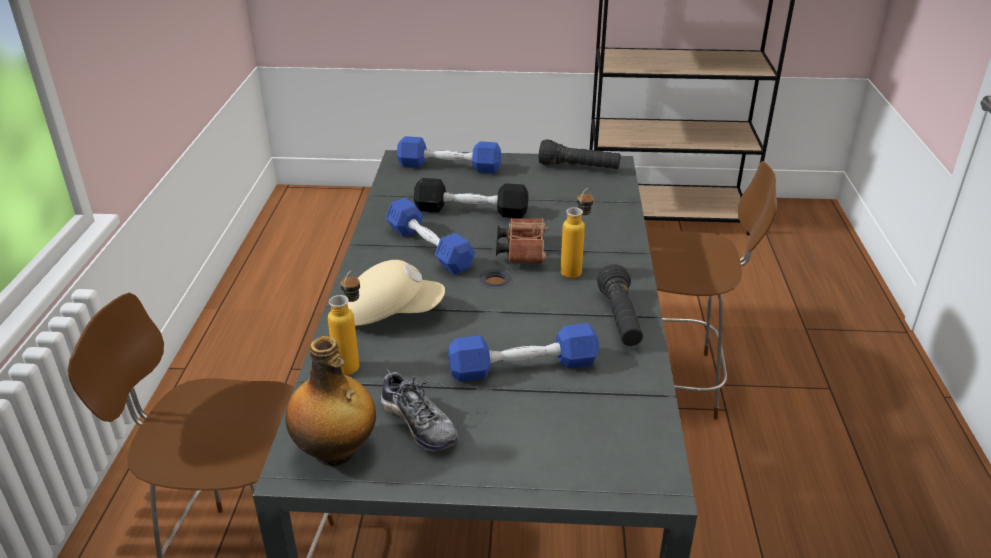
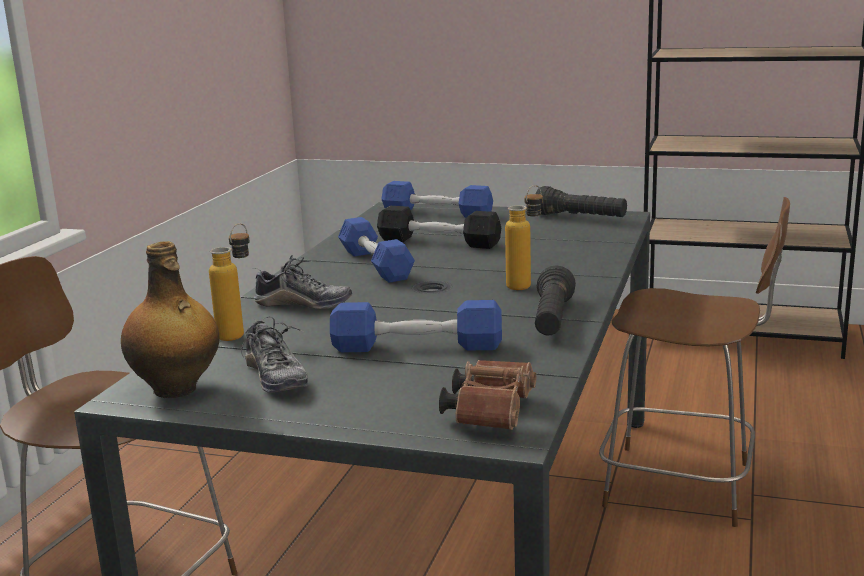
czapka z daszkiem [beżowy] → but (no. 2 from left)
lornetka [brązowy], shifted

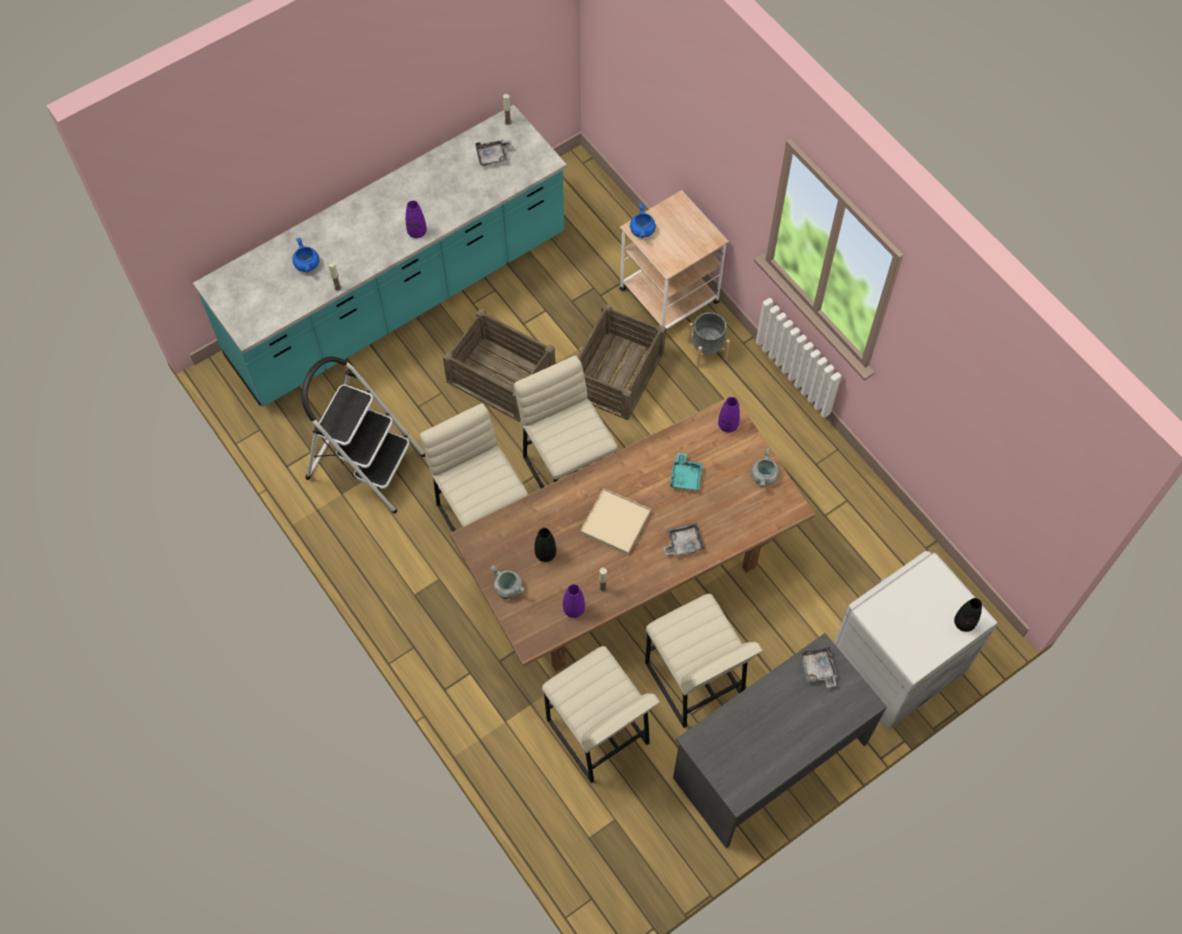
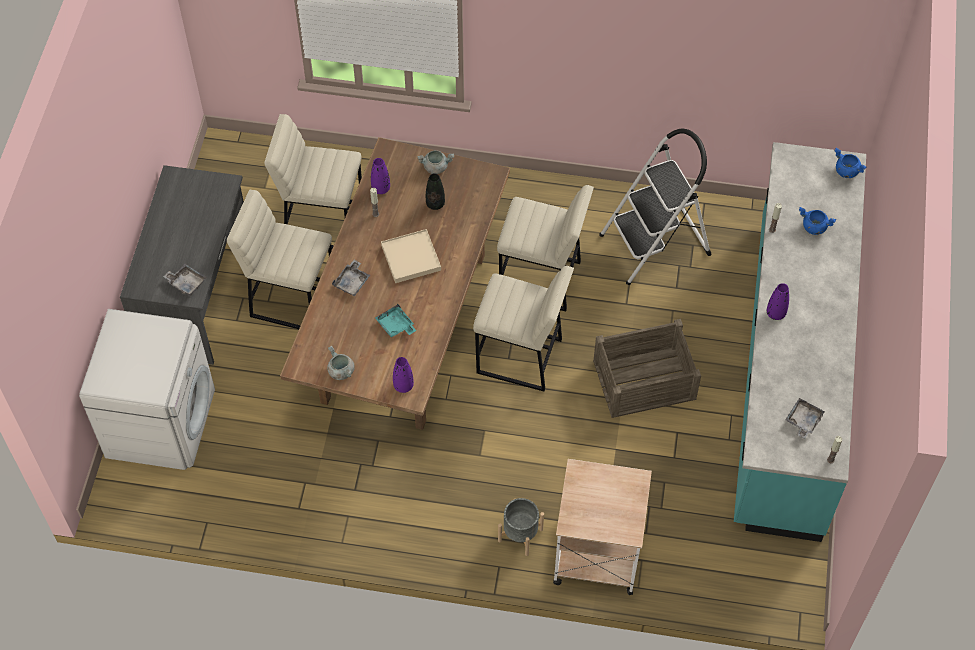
skrzynka (no. 2 from left) → -
garnek [niebieski] (no. 2 from left), shifted
wazon [czarny] (no. 2 from left) → -

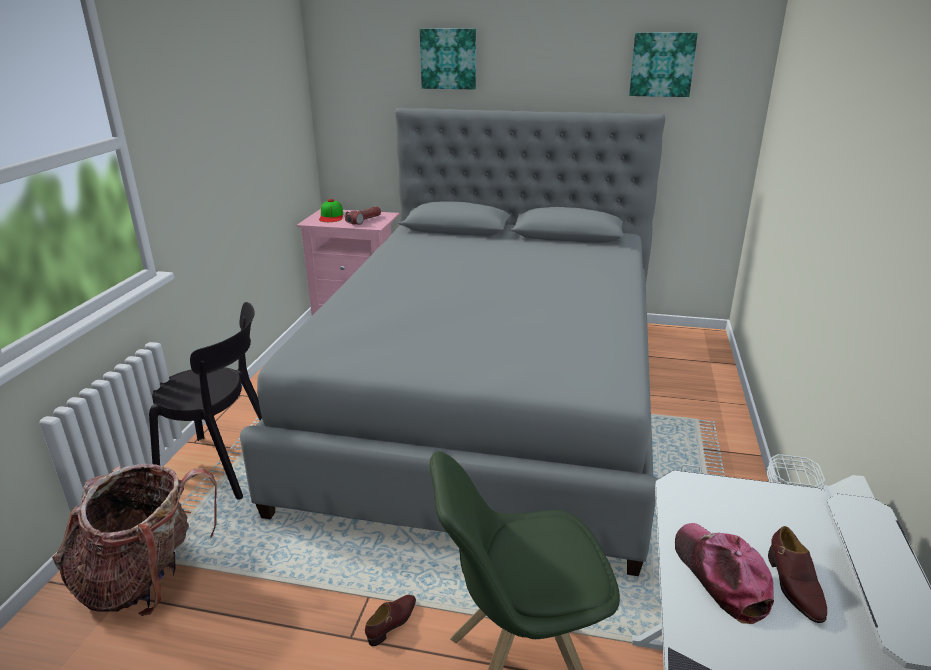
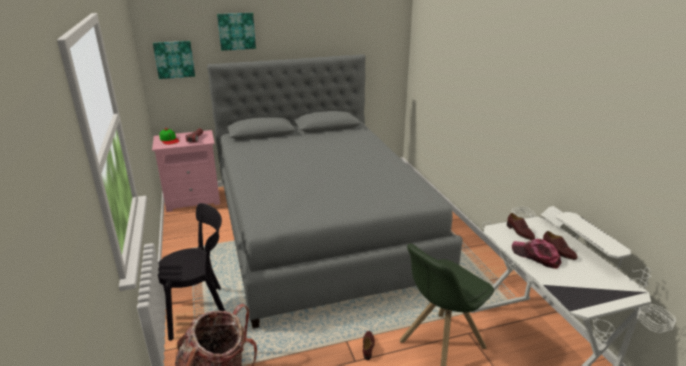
obraz (no. 2 from left in the first image) → obraz (no. 1 from left), shifted
- → but [brązowy] (no. 2 from left)

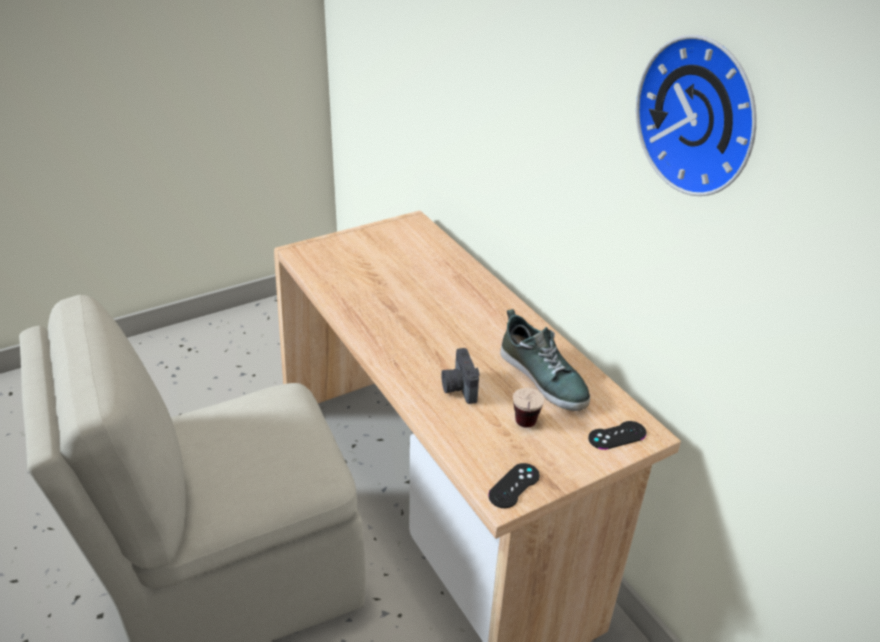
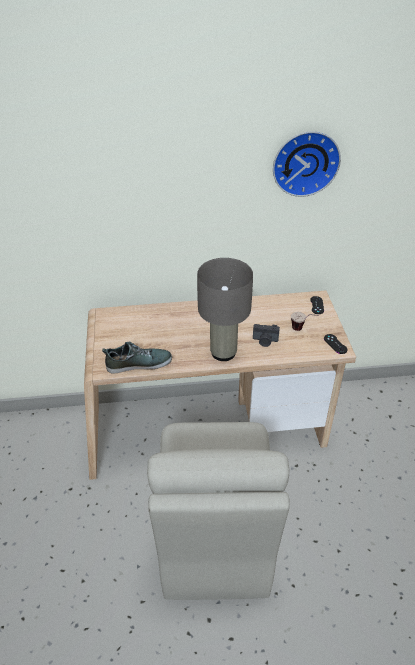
but, shifted
- → lampa stołowa [szary]

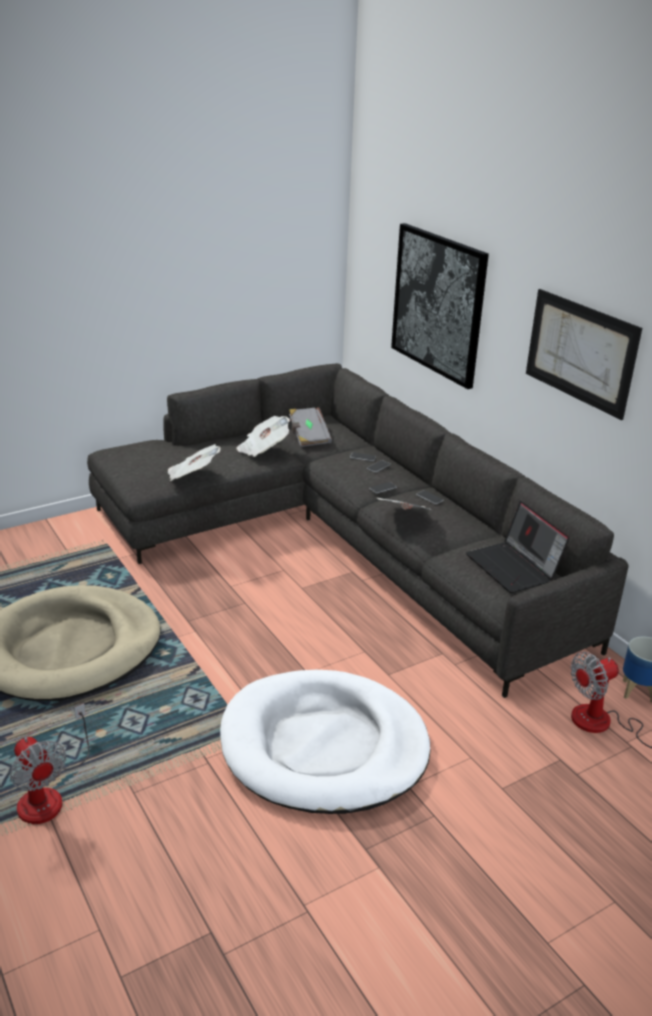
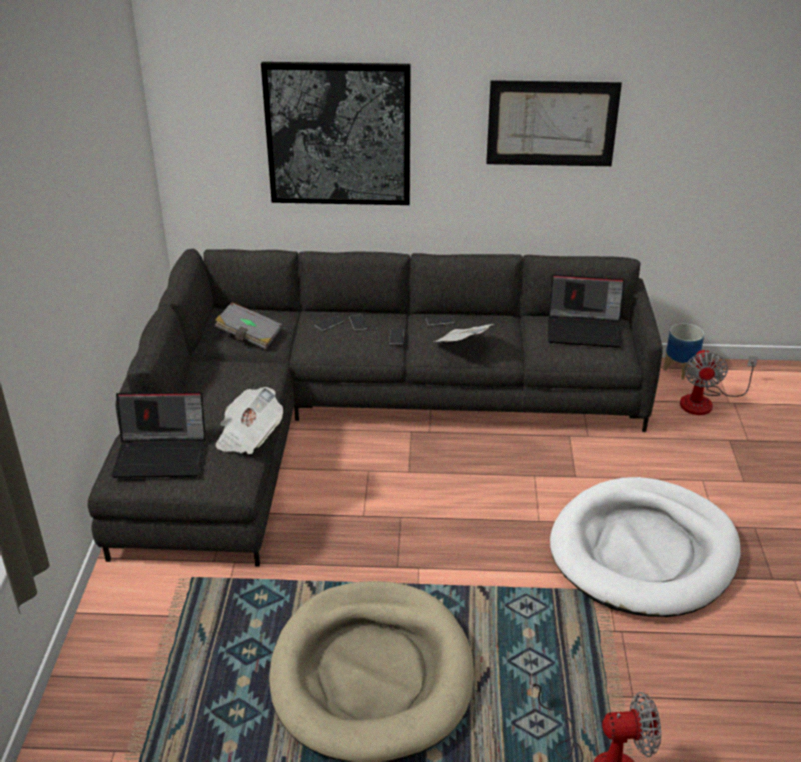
gazeta (no. 2 from left) → -
- → laptop (no. 1 from left)

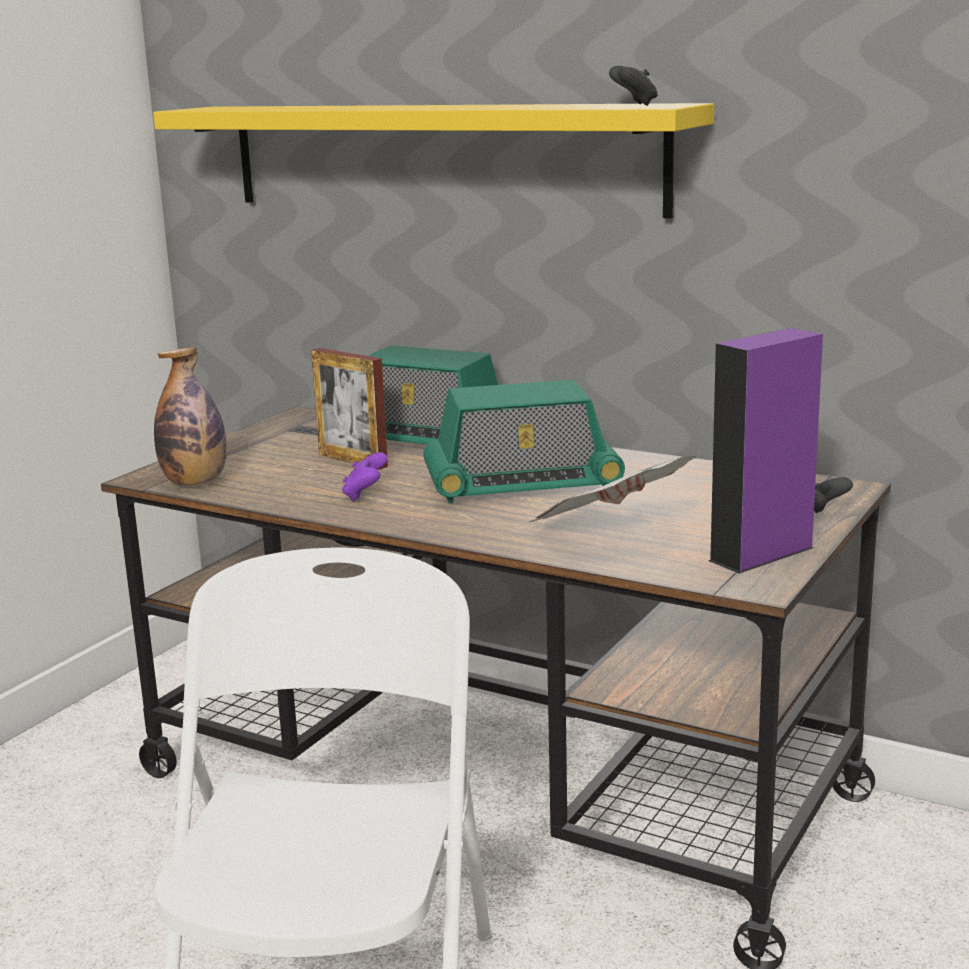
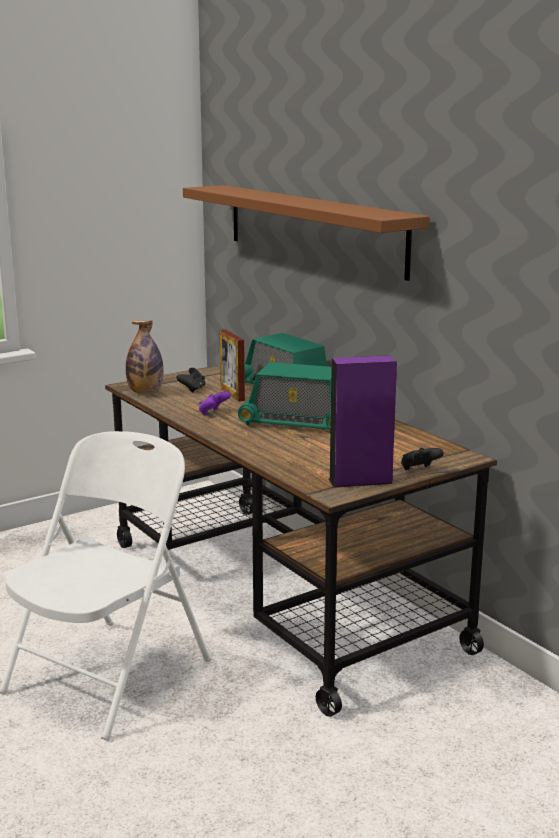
półka [żółty] → półka [brązowy]
gazeta → -
pad do gier [czarny] (no. 1 from left), shifted

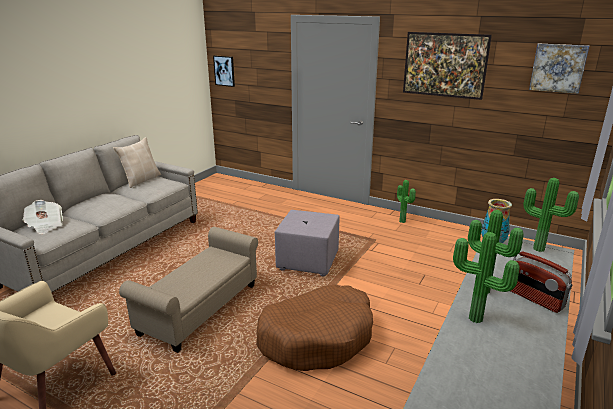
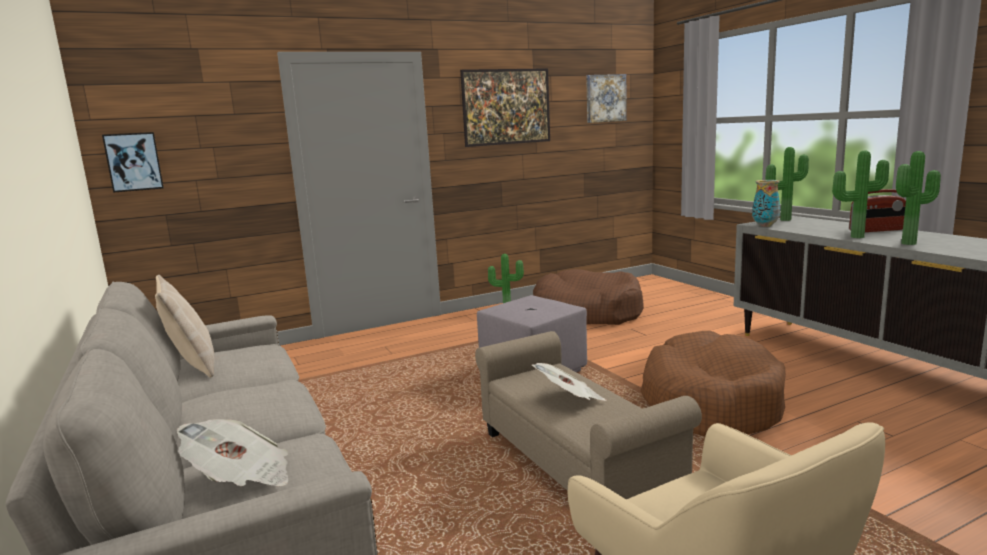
- → gazeta (no. 2 from left)
- → legowisko [brązowy] (no. 1 from left)

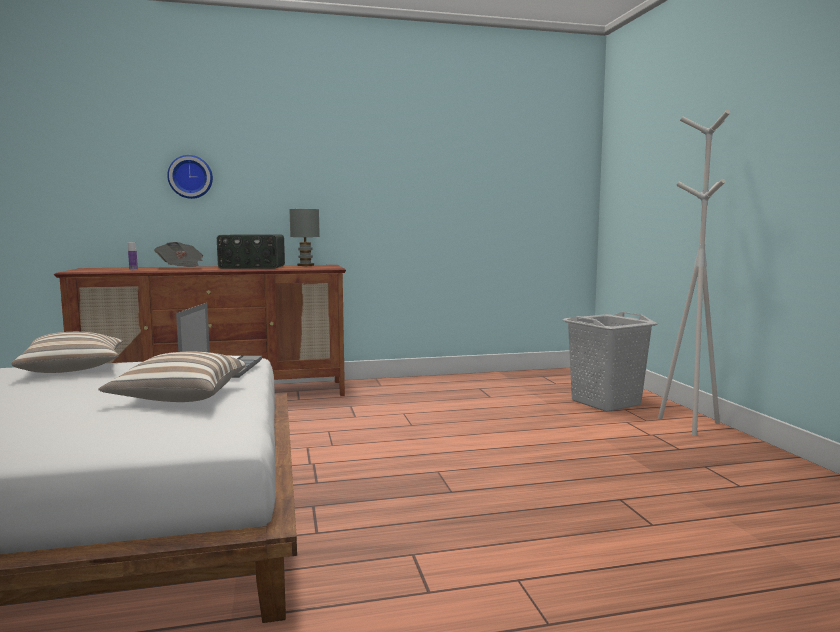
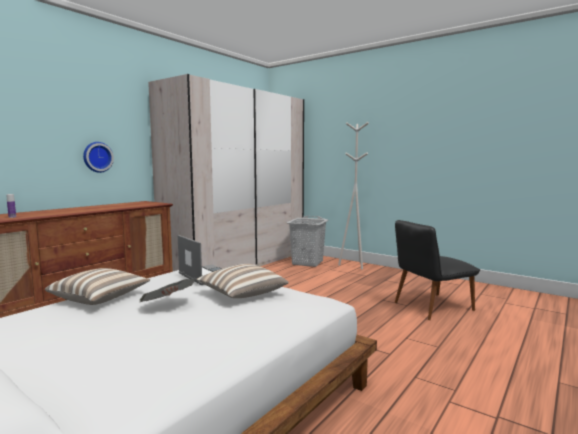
gazeta, shifted
zegar ścienny, shifted
radio → -
lampa stołowa [szary] → -
- → szafa [beżowy]
- → krzesło [czarny]

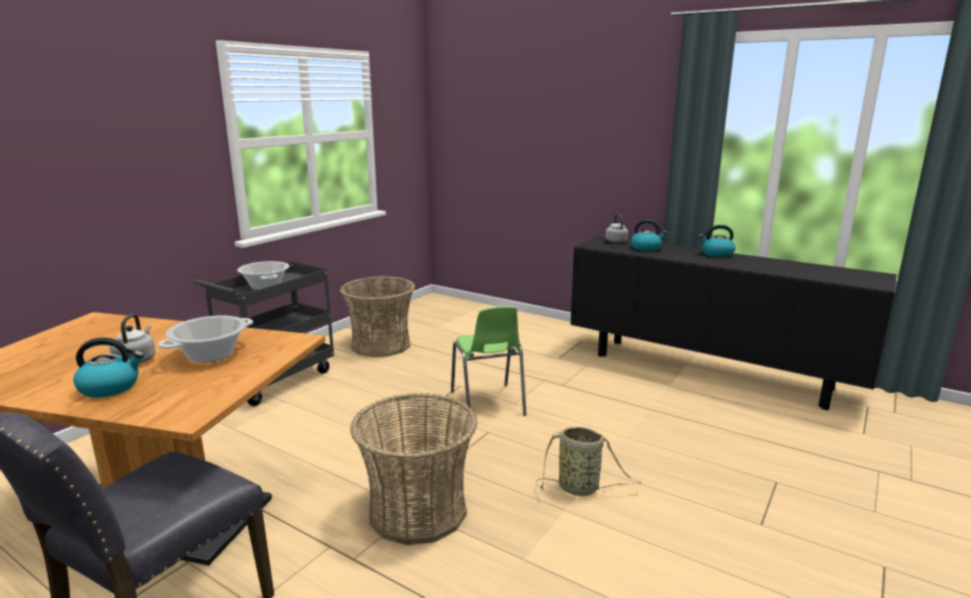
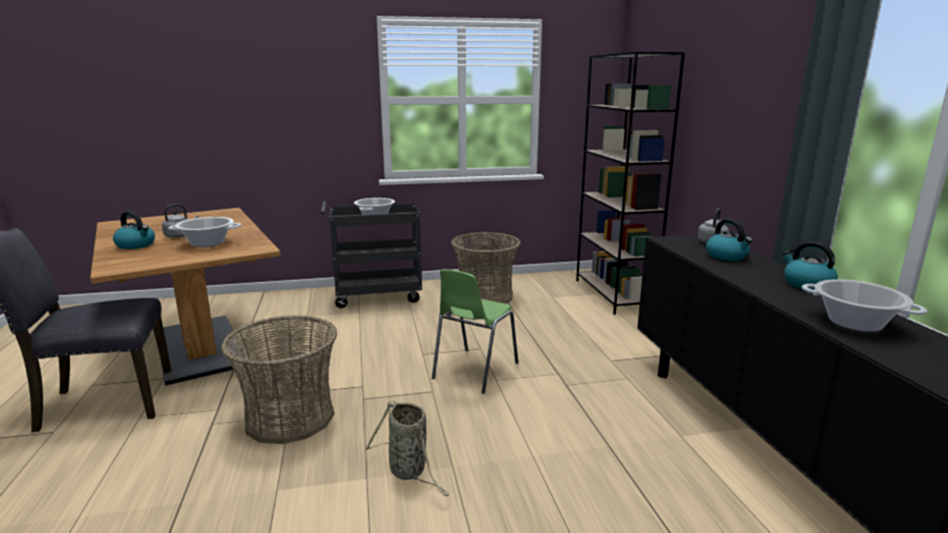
- → regał [beżowy]
- → garnek (no. 3 from left)

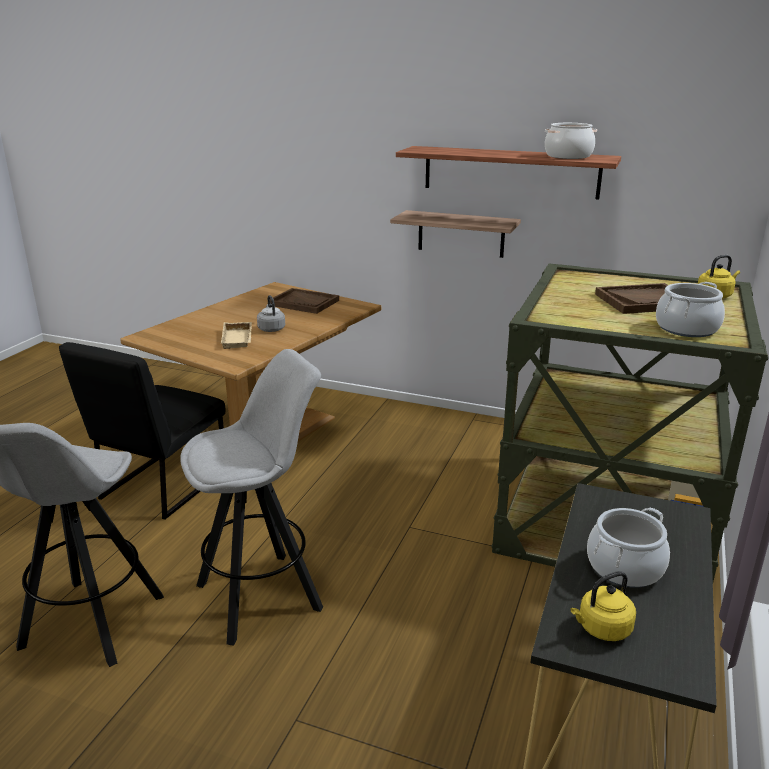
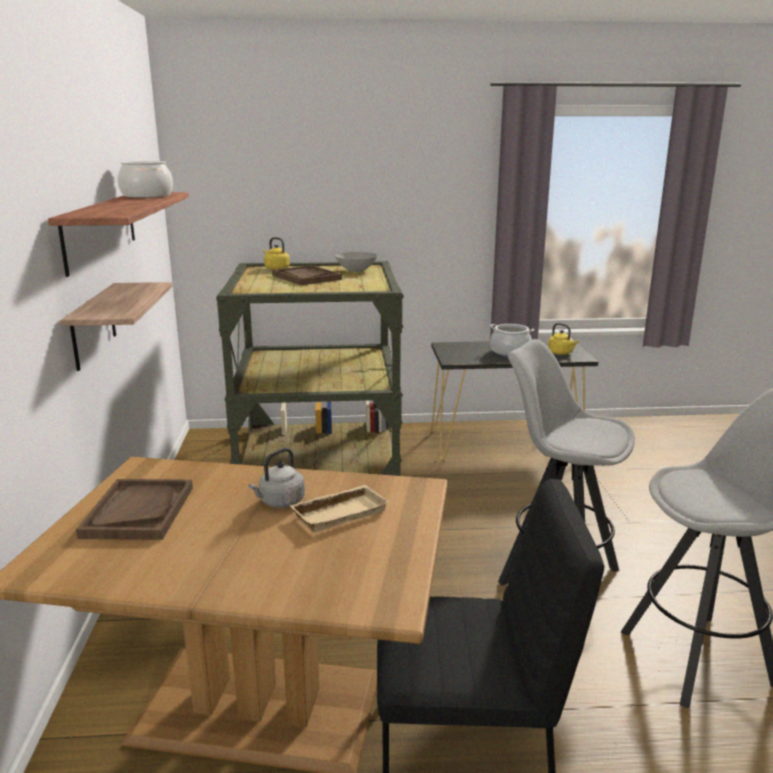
garnek (no. 3 from left) → miska [szary]

